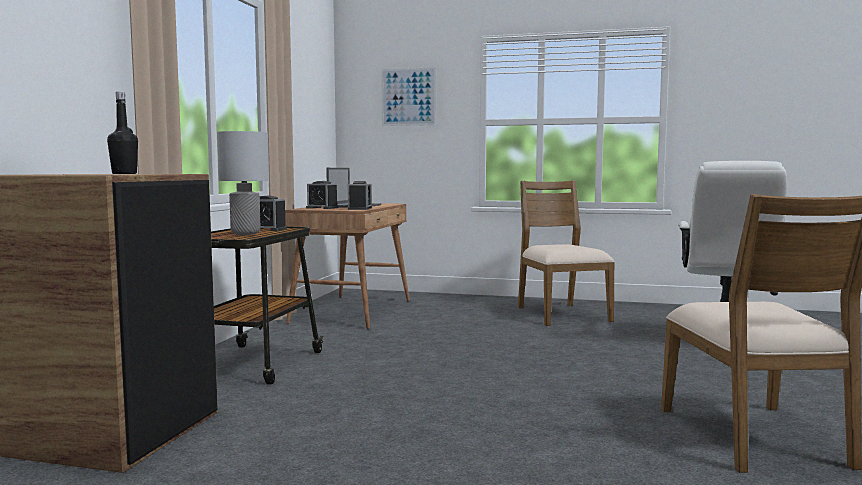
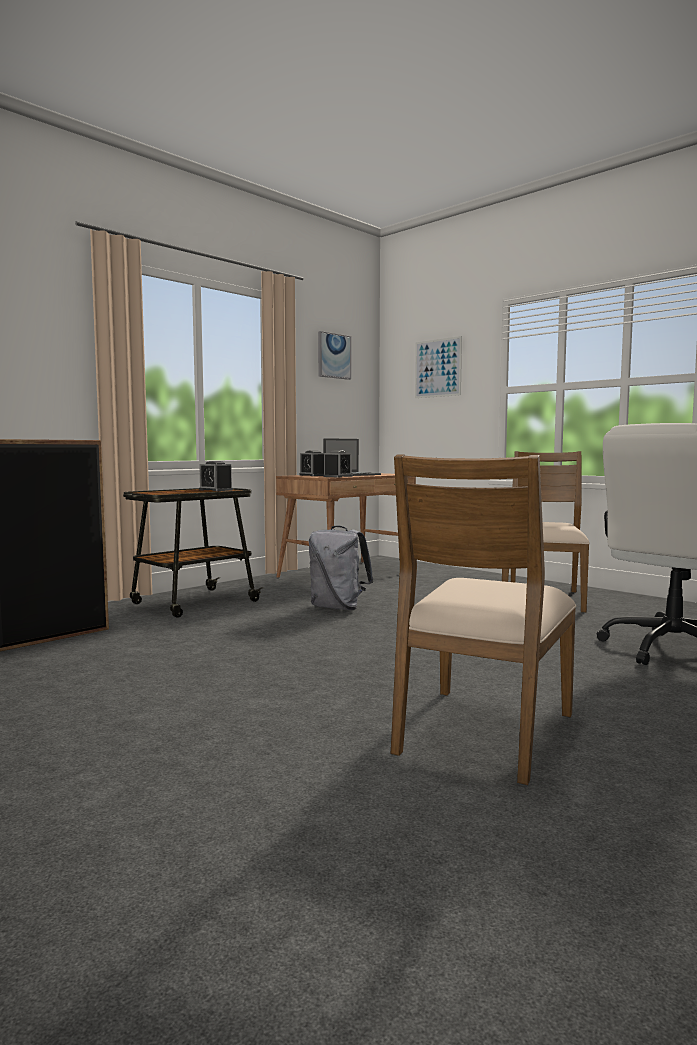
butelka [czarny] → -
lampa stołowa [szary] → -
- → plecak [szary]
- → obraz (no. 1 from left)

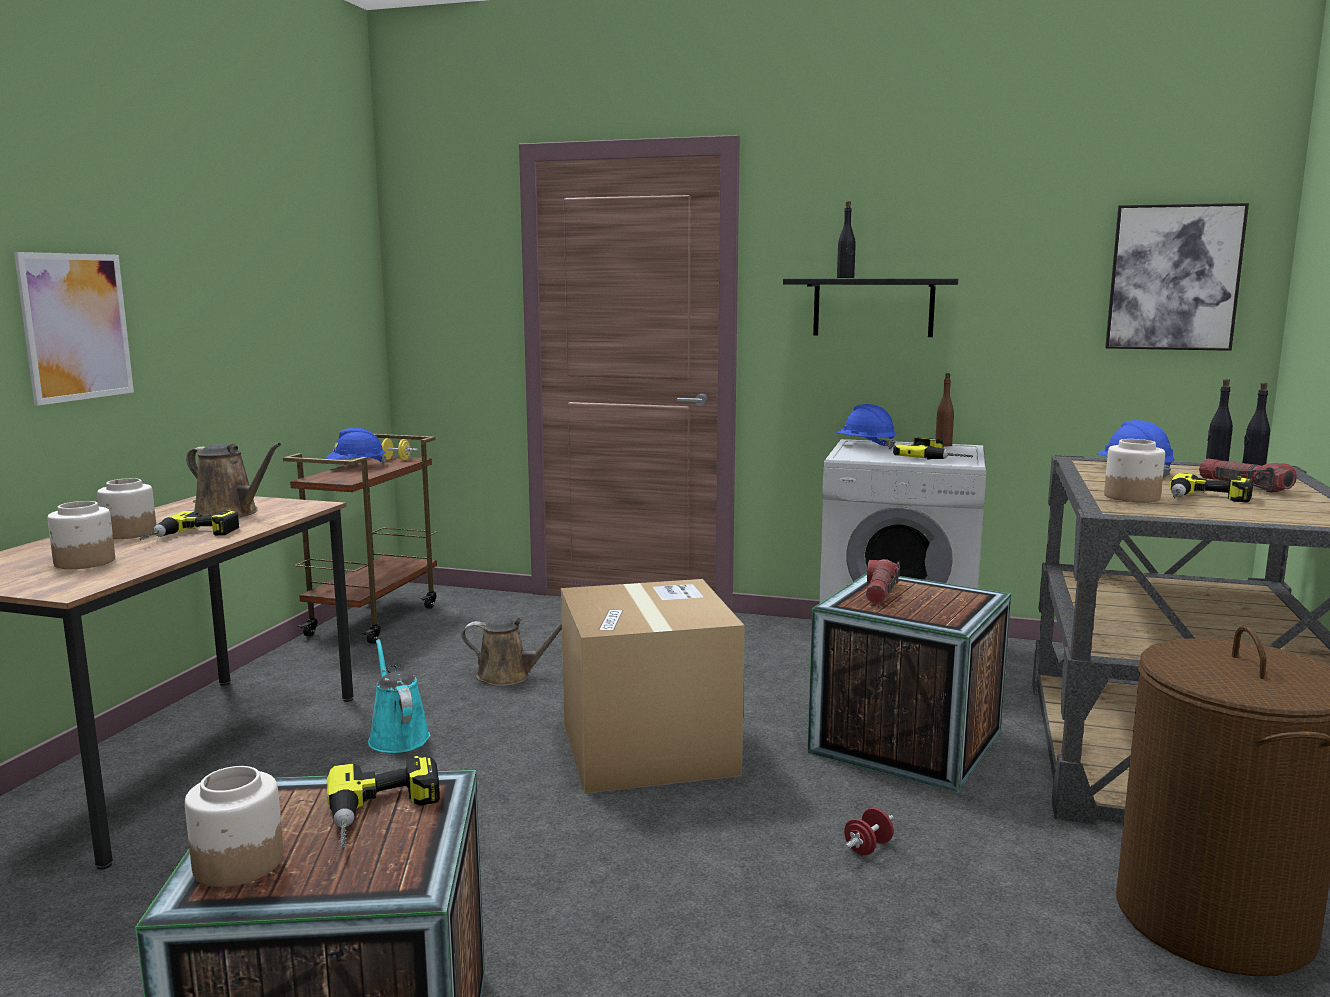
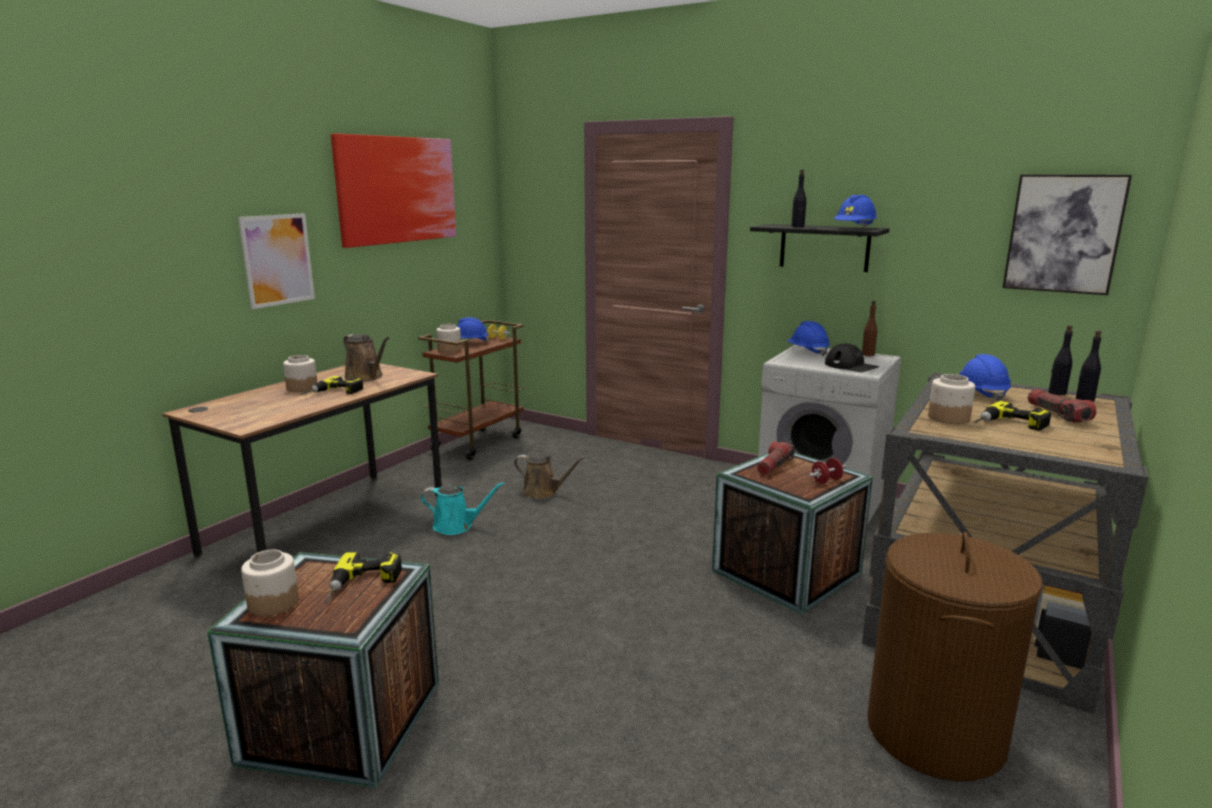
słoik (no. 1 from left in the first image) → słoik (no. 3 from left), shifted
konewka [turkusowy], 105 degrees clockwise
karton → -
hantel [czerwony], shifted
wiertarka (no. 3 from left) → czapka z daszkiem [czarny]
- → obraz (no. 2 from left)
- → kask [niebieski] (no. 3 from left)

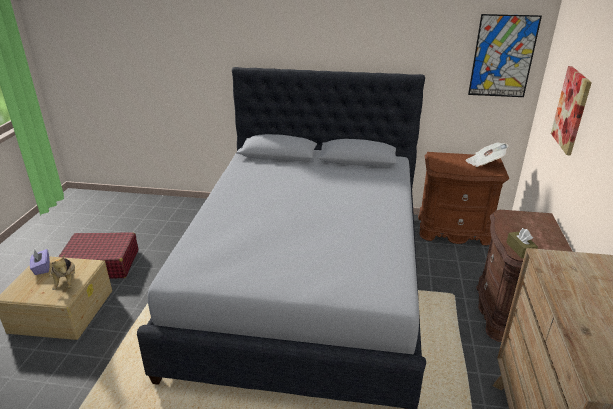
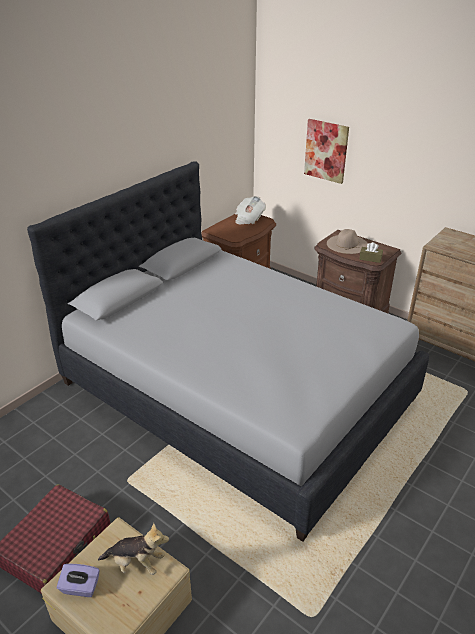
obraz (no. 1 from left) → -
- → kapelusz [beżowy]

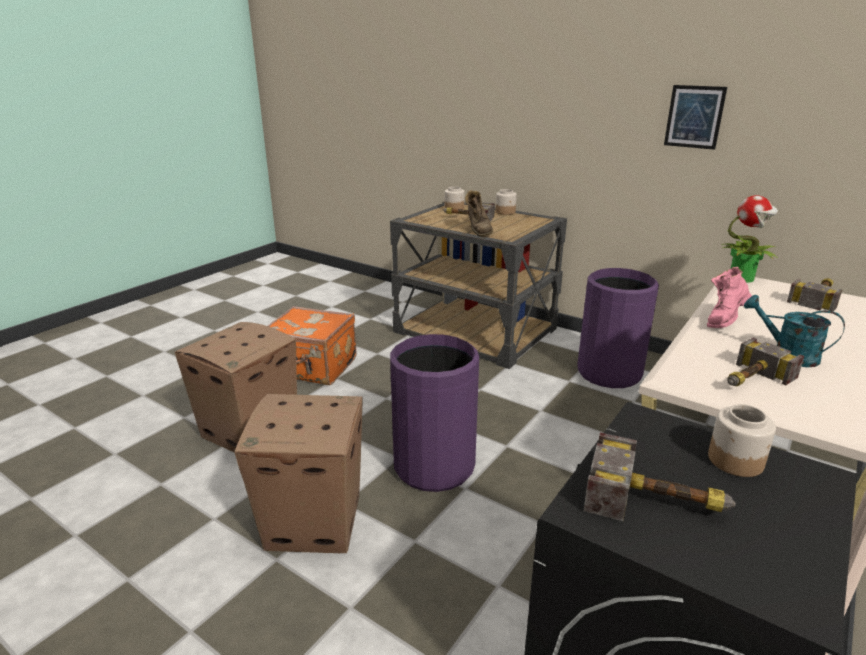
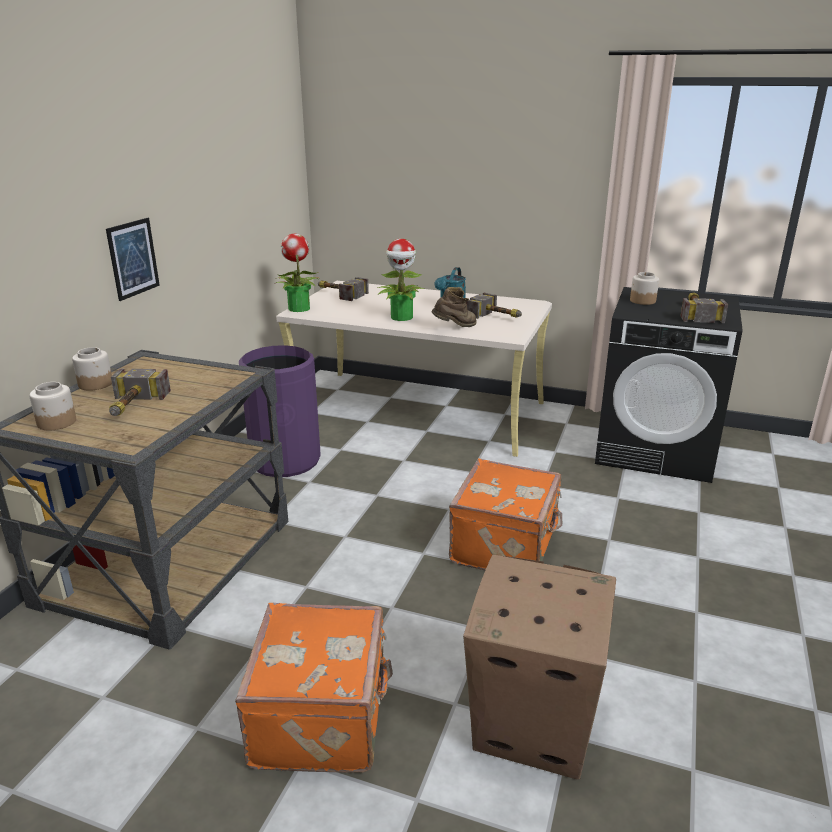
karton (no. 2 from left) → -
kosz na śmieci [fioletowy] (no. 1 from left) → walizka [pomarańczowy] (no. 2 from left)
but z cholewką [brązowy], shifted
obraz, shifted
but z cholewką [różowy] → roślina doniczkowa (no. 2 from left)

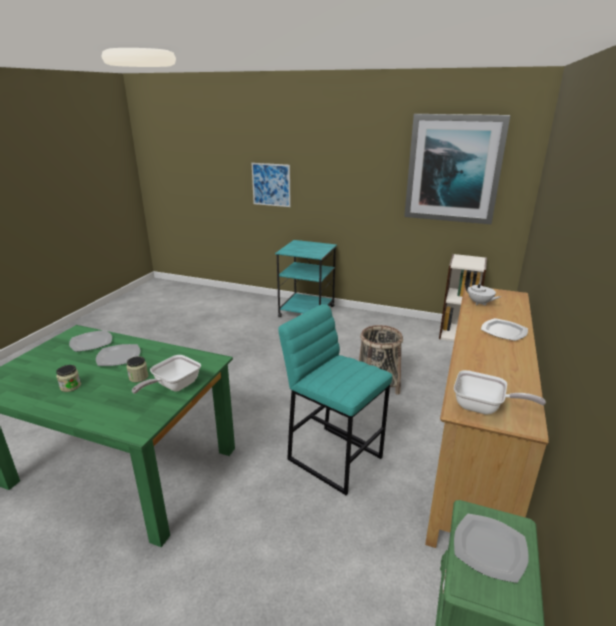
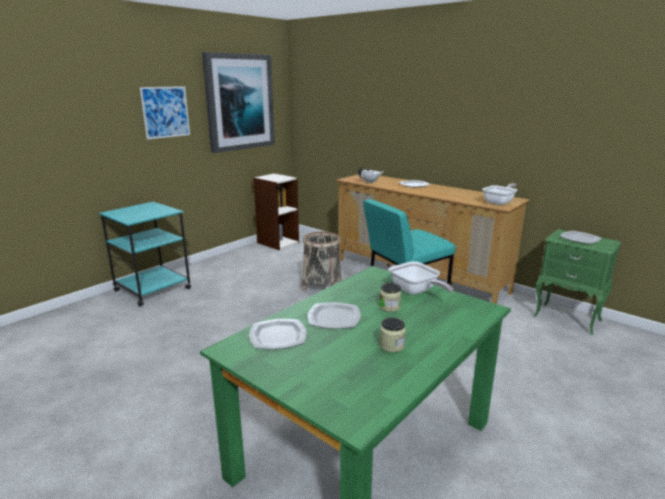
obraz (no. 1 from left), shifted

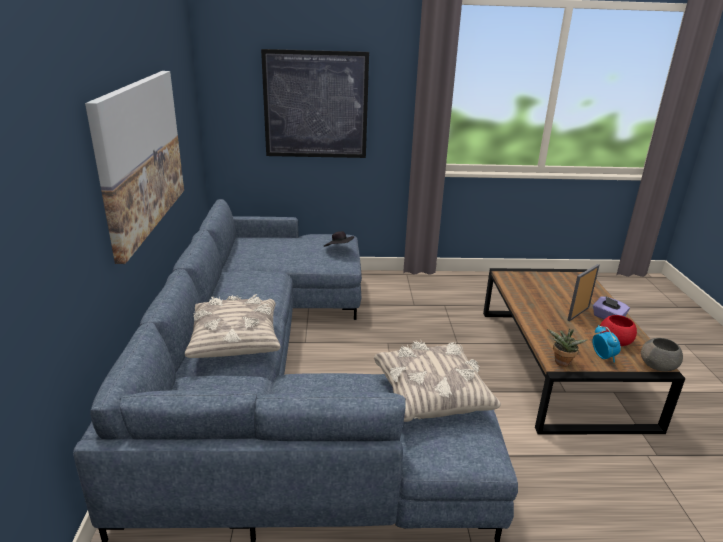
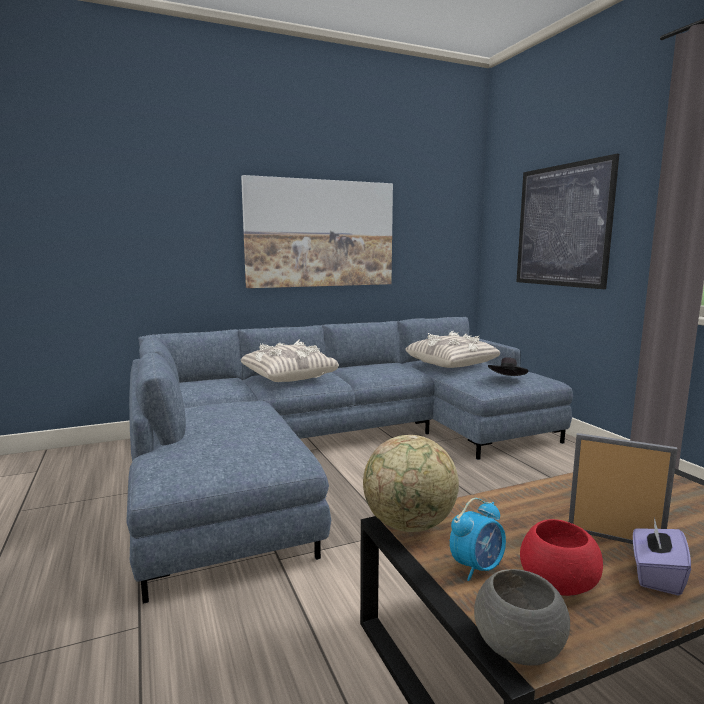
poduszka [beżowy] (no. 2 from left), shifted
roślina doniczkowa → globus

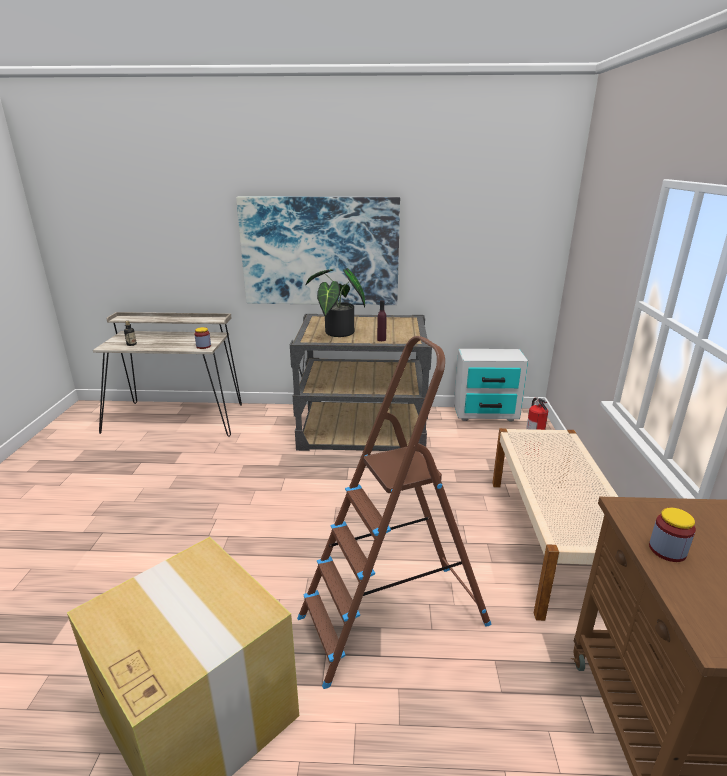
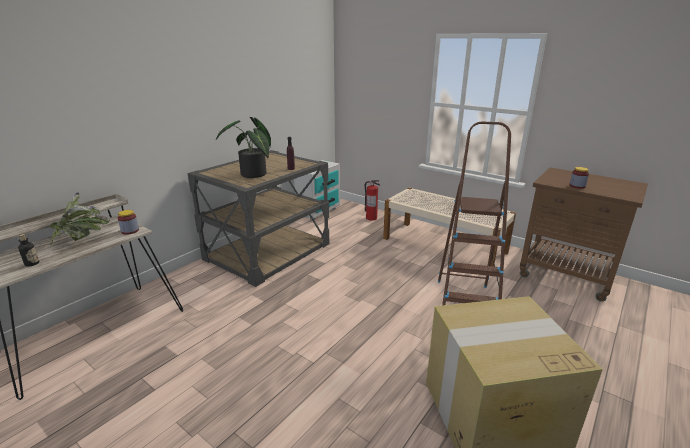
obraz → -
- → roślina doniczkowa (no. 1 from left)

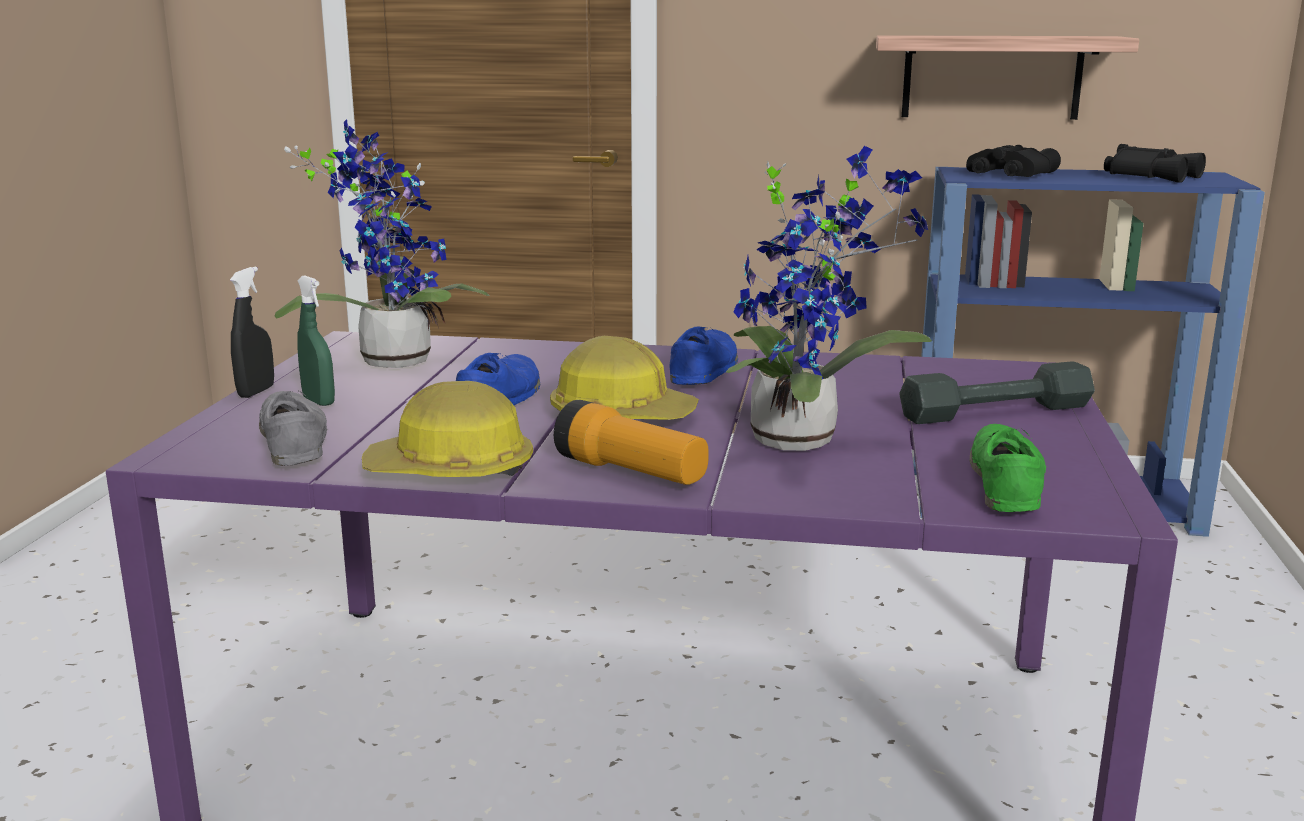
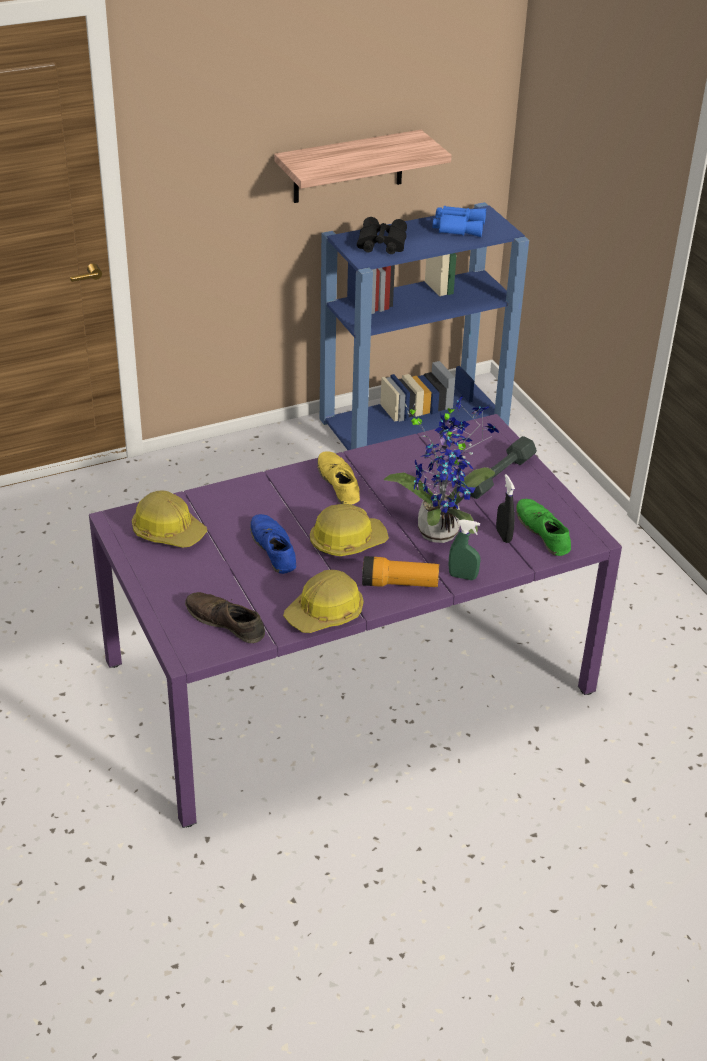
spryskiwacz [czarny], shifted
but [szary] → but [brązowy]
roślina doniczkowa (no. 1 from left) → kask (no. 1 from left)
spryskiwacz [zielony], shifted
but [niebieski] (no. 2 from left) → but [żółty]
lornetka [czarny] (no. 2 from left) → lornetka [niebieski]

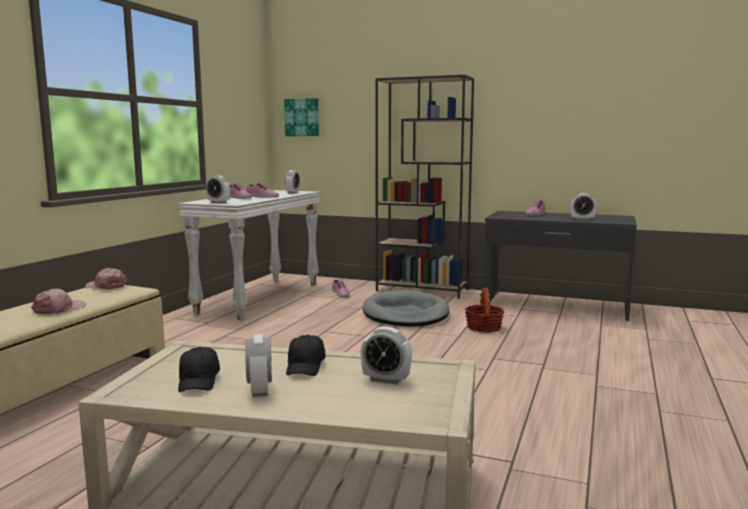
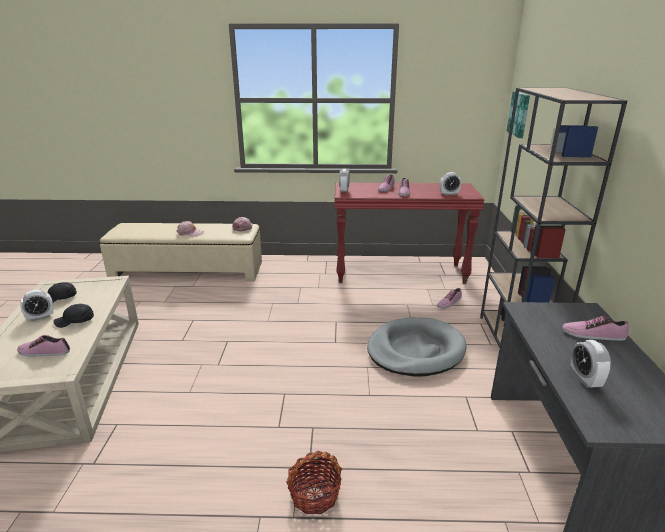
stolik konsolowy [biały] → stolik konsolowy [czerwony]
budzik (no. 4 from left) → but (no. 1 from left)
koszyk, shifted

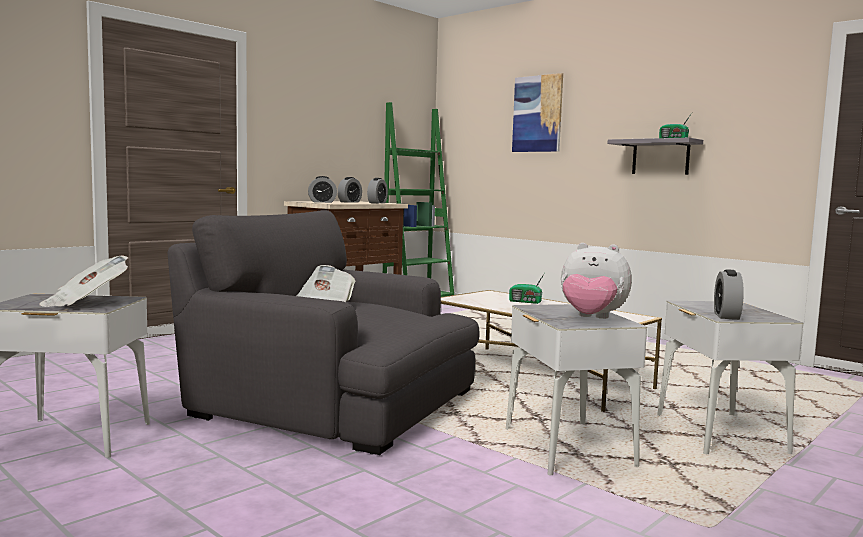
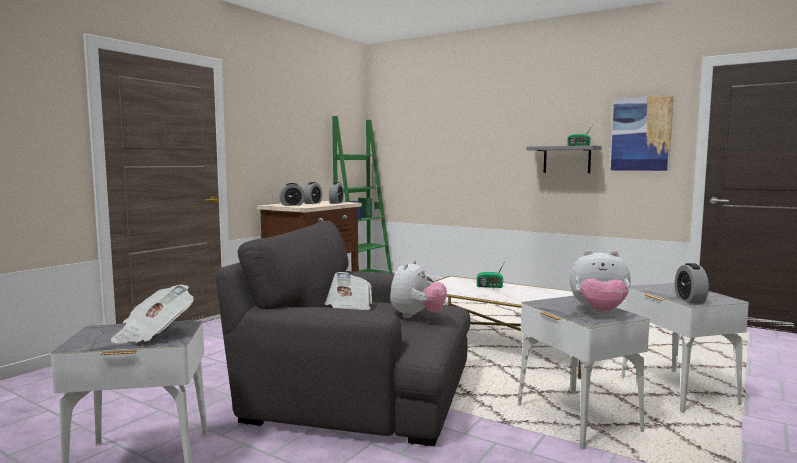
obraz, shifted
- → pluszak (no. 1 from left)

